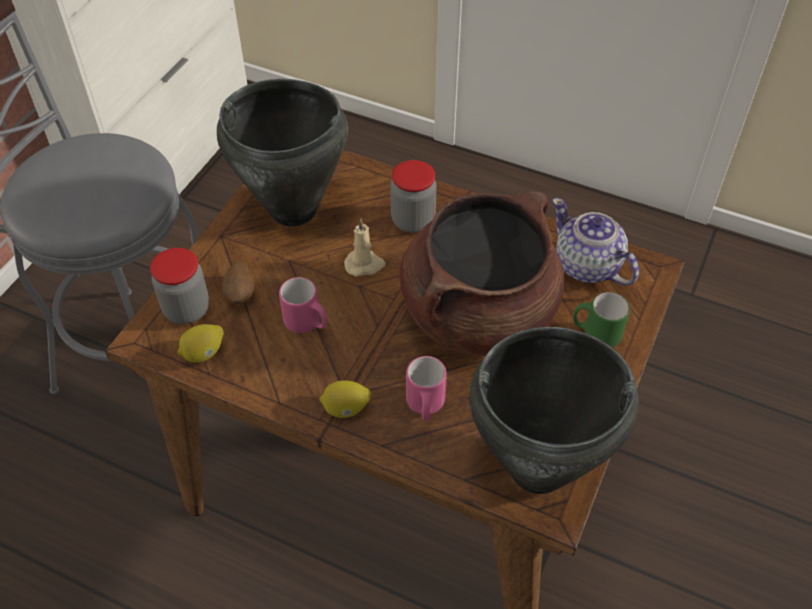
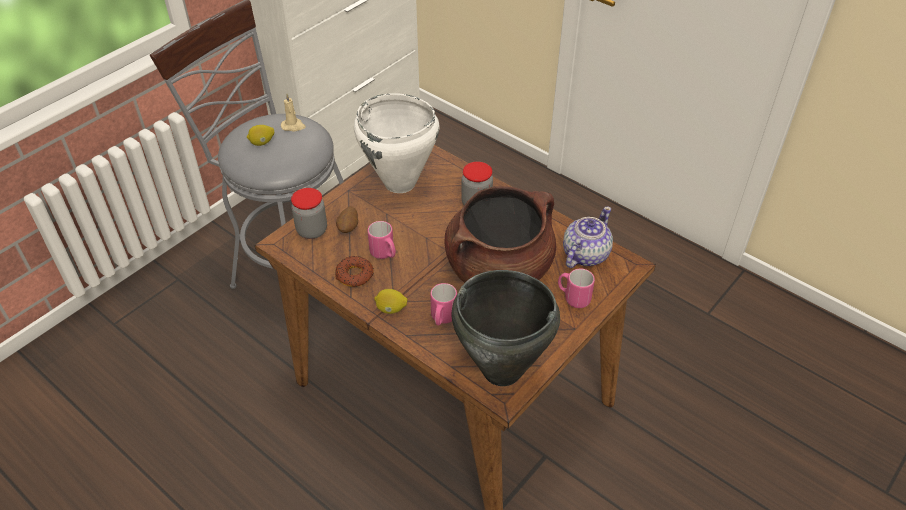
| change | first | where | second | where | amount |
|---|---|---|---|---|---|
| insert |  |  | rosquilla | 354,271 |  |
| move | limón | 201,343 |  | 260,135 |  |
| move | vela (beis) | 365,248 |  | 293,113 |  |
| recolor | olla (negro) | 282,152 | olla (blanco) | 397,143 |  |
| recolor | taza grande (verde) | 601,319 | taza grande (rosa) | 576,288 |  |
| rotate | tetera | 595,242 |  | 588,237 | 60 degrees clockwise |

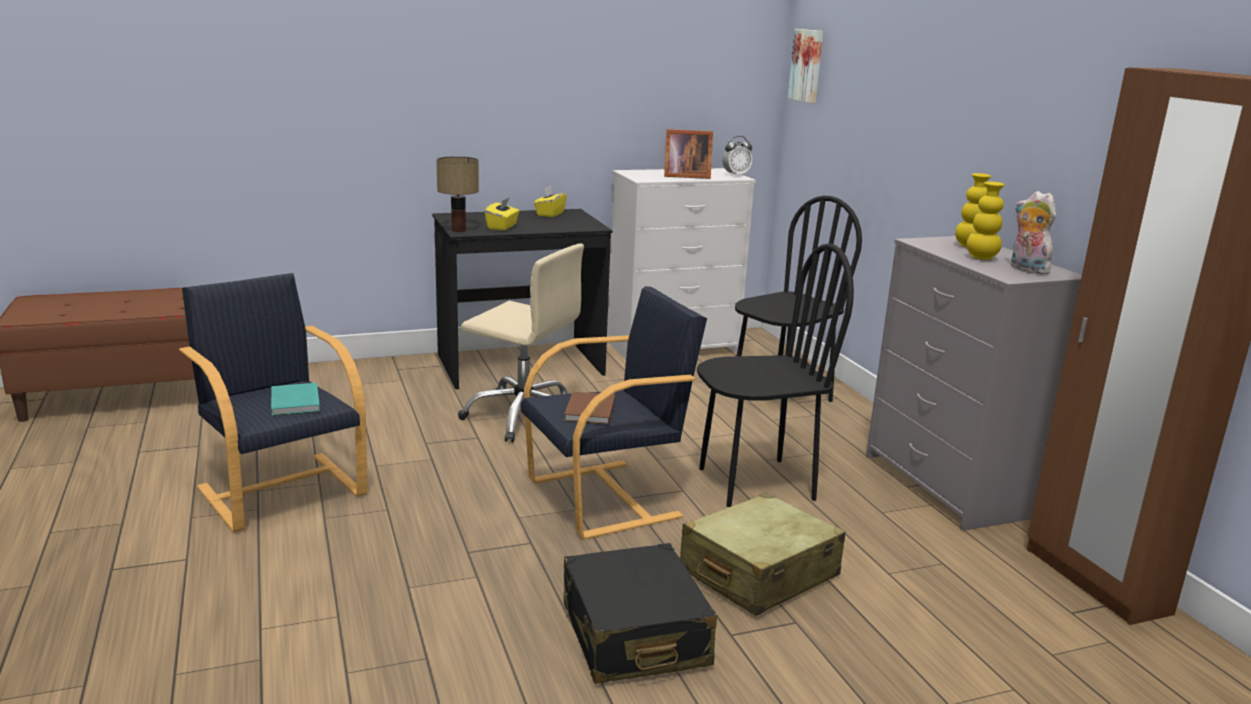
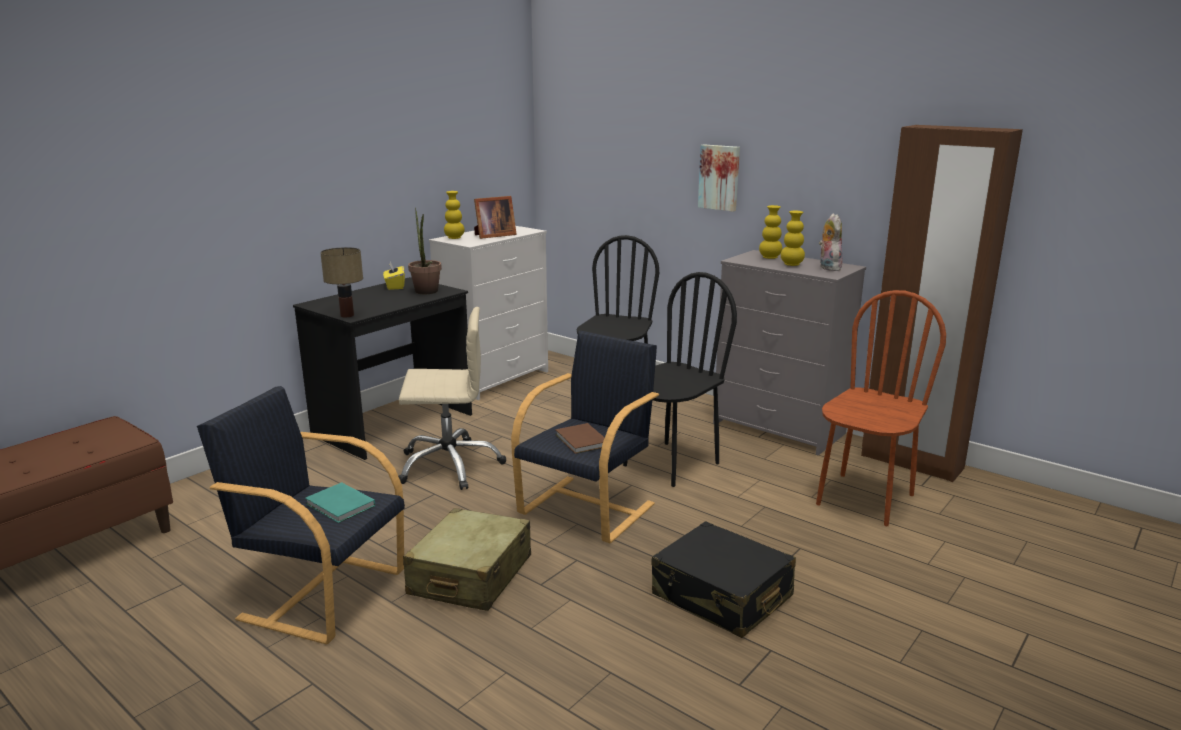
| change | first | where | second | where | amount |
|---|---|---|---|---|---|
| delete | caja de pañuelos (amarillo) | 502,214 |  |  |  |
| delete | despertador | 737,156 |  |  |  |
| insert |  |  | planta en maceta | 425,250 |  |
| insert |  |  | florero (amarillo) | 454,215 |  |
| insert |  |  | silla (marrón) | 881,408 |  |
| move | maleta (beis) | 763,554 |  | 467,559 |  |
| move | cuadro | 805,66 |  | 719,178 |  |
| rotate | peluche | 1033,232 |  | 831,242 | 60 degrees clockwise |

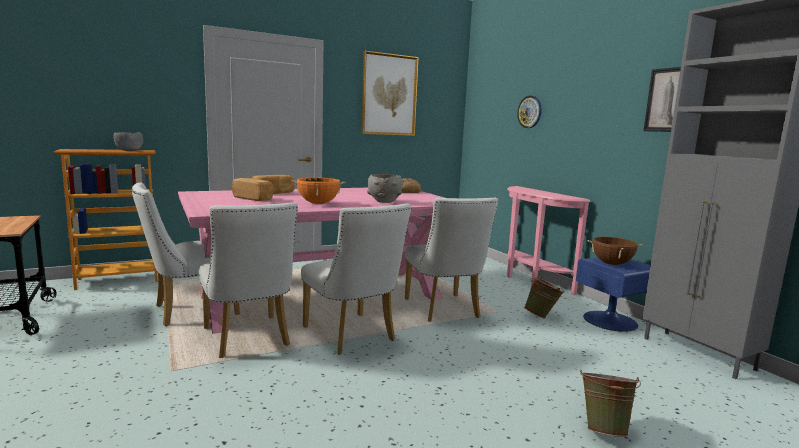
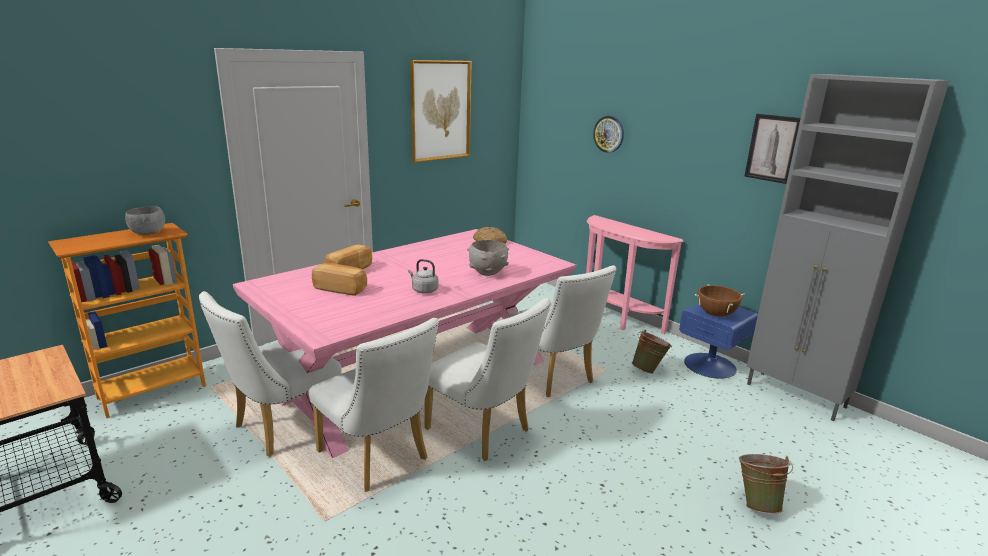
| change | first | where | second | where | amount |
|---|---|---|---|---|---|
| replace | olla (naranja) | 319,191 | hervidor (gris) | 423,276 |  |

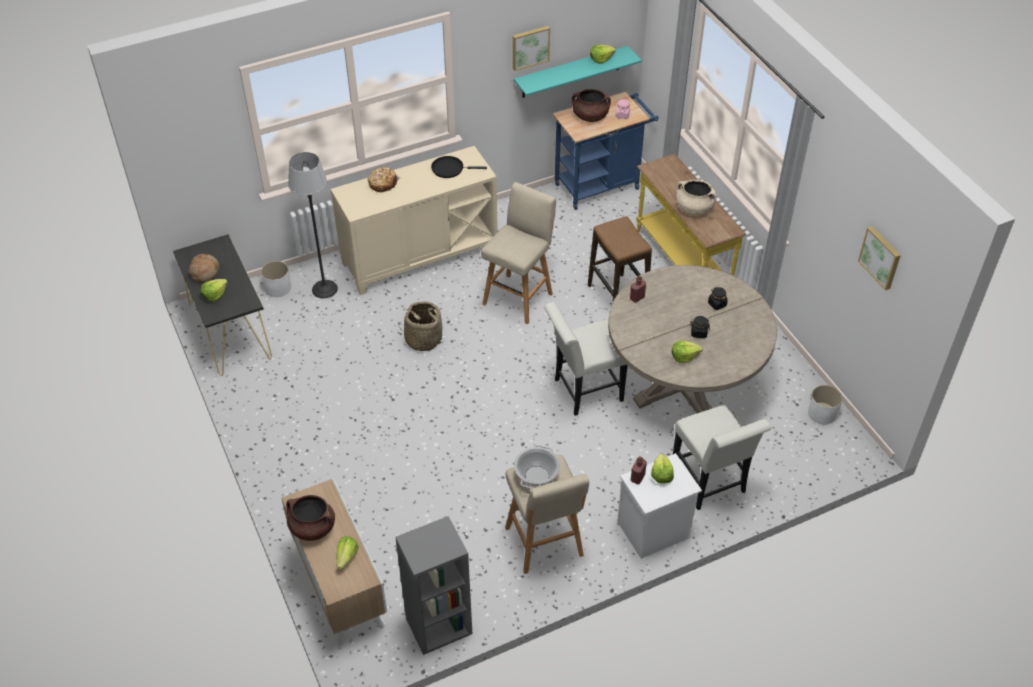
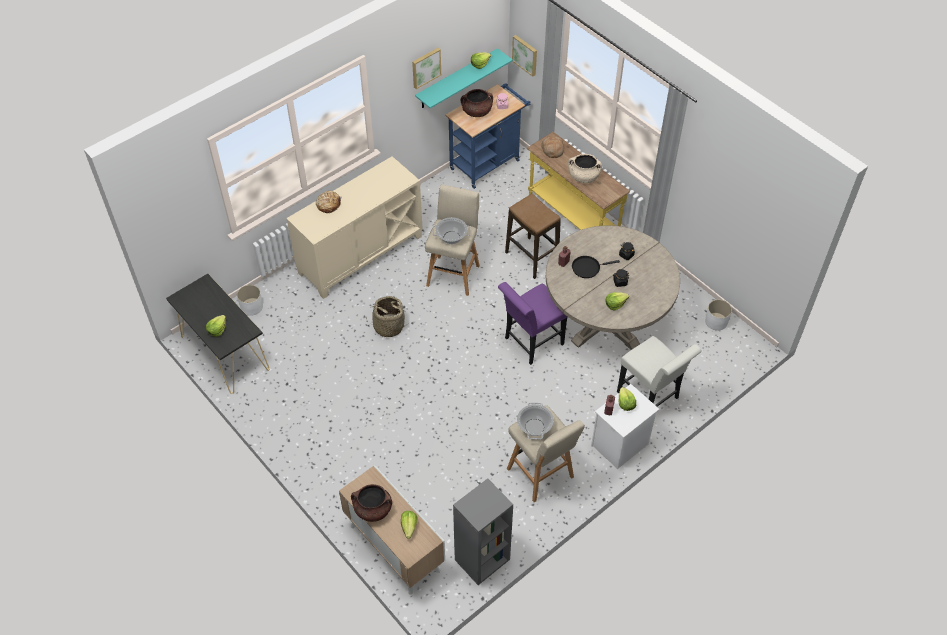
| change | first | where | second | where | amount |
|---|---|---|---|---|---|
| delete | lámpara de pie | 313,225 |  |  |  |
| insert |  |  | olla | 451,230 |  |
| move | pan | 204,268 |  | 552,147 |  |
| move | sartén (negro) | 459,167 |  | 596,267 |  |
| move | cuadro | 879,258 |  | 524,56 |  |
| recolor | silla (blanco) | 586,359 | silla (morado) | 532,323 |  |

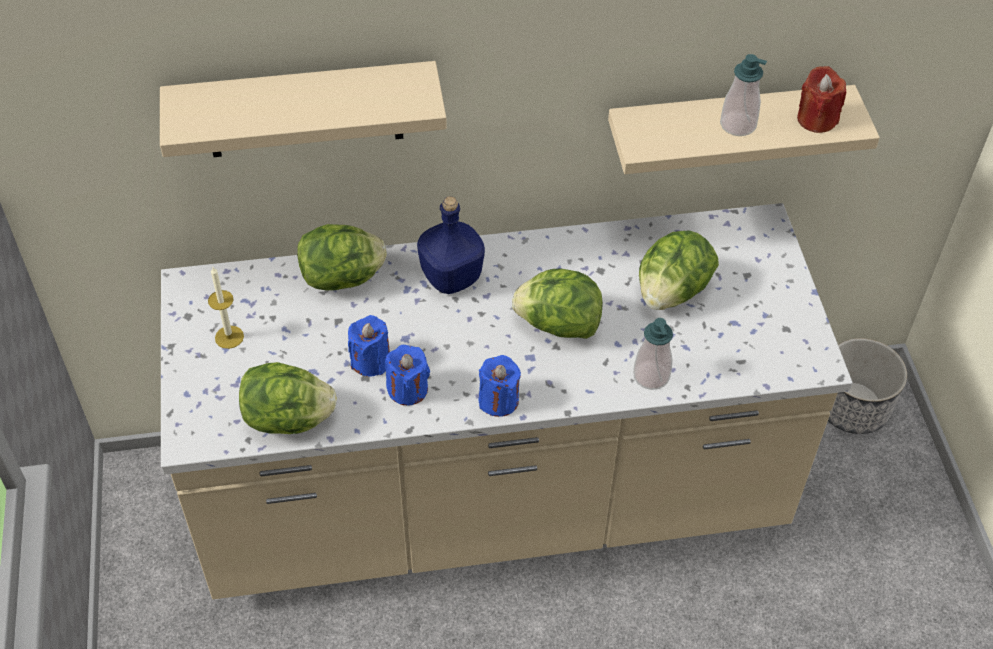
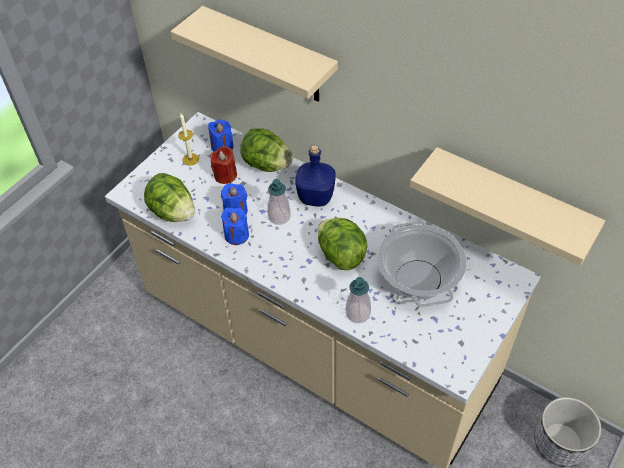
| change | first | where | second | where | amount |
|---|---|---|---|---|---|
| move | vela (azul) | 500,386 |  | 220,135 |  |
| move | dispensador de jabón | 743,95 |  | 279,202 |  |
| move | vela (rojo) | 821,99 |  | 223,165 |  |
| replace | lechuga | 679,270 | olla | 422,264 |  |

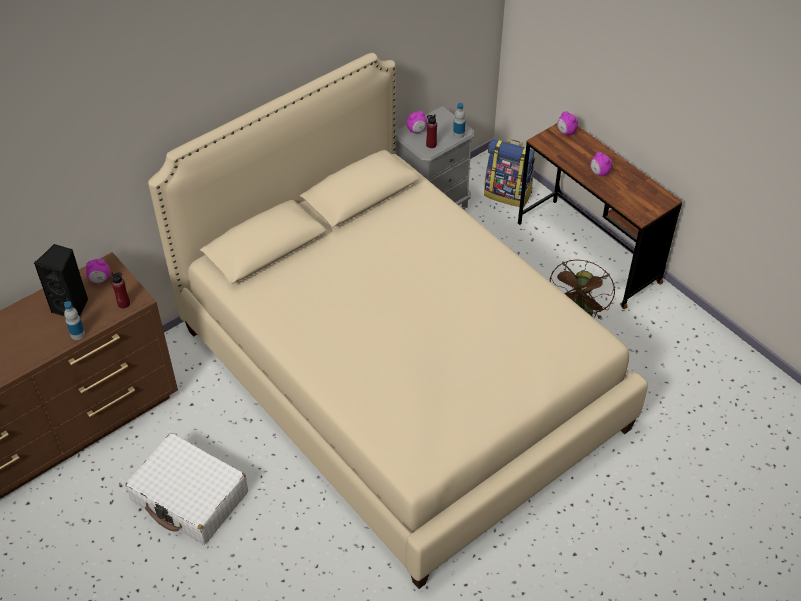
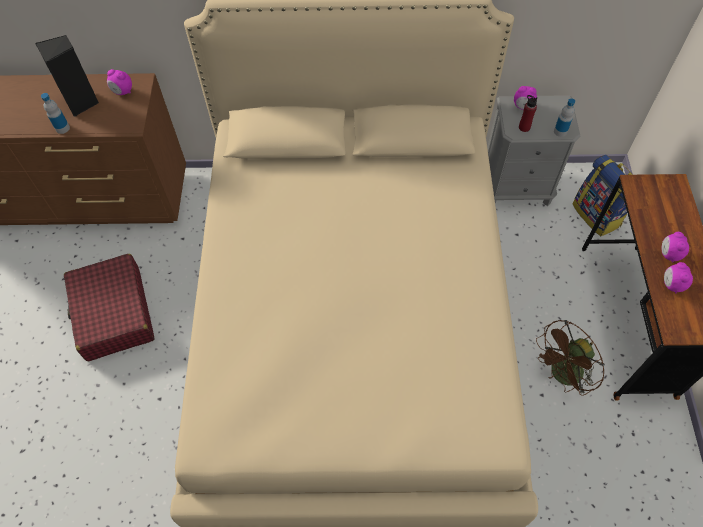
| change | first | where | second | where | amount |
|---|---|---|---|---|---|
| delete | botella (rojo) | 121,290 |  |  |  |
| move | despertador | 567,123 |  | 678,277 |  |
| recolor | maleta (blanco) | 186,489 | maleta (rojo) | 109,307 |  |

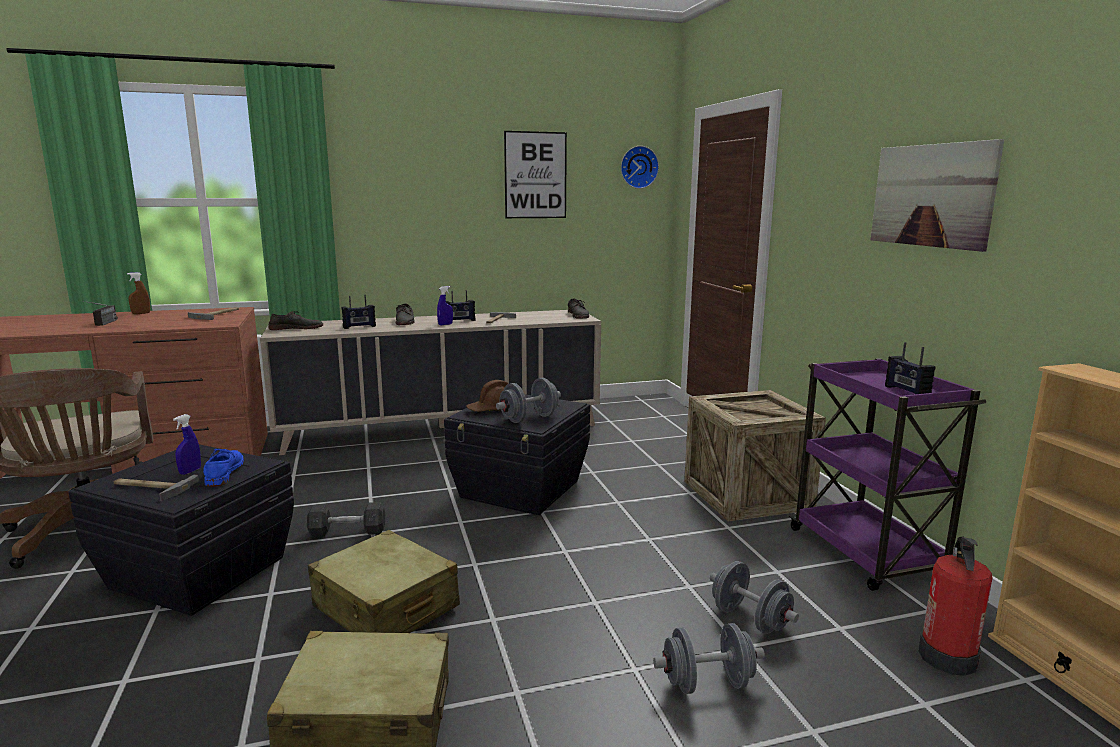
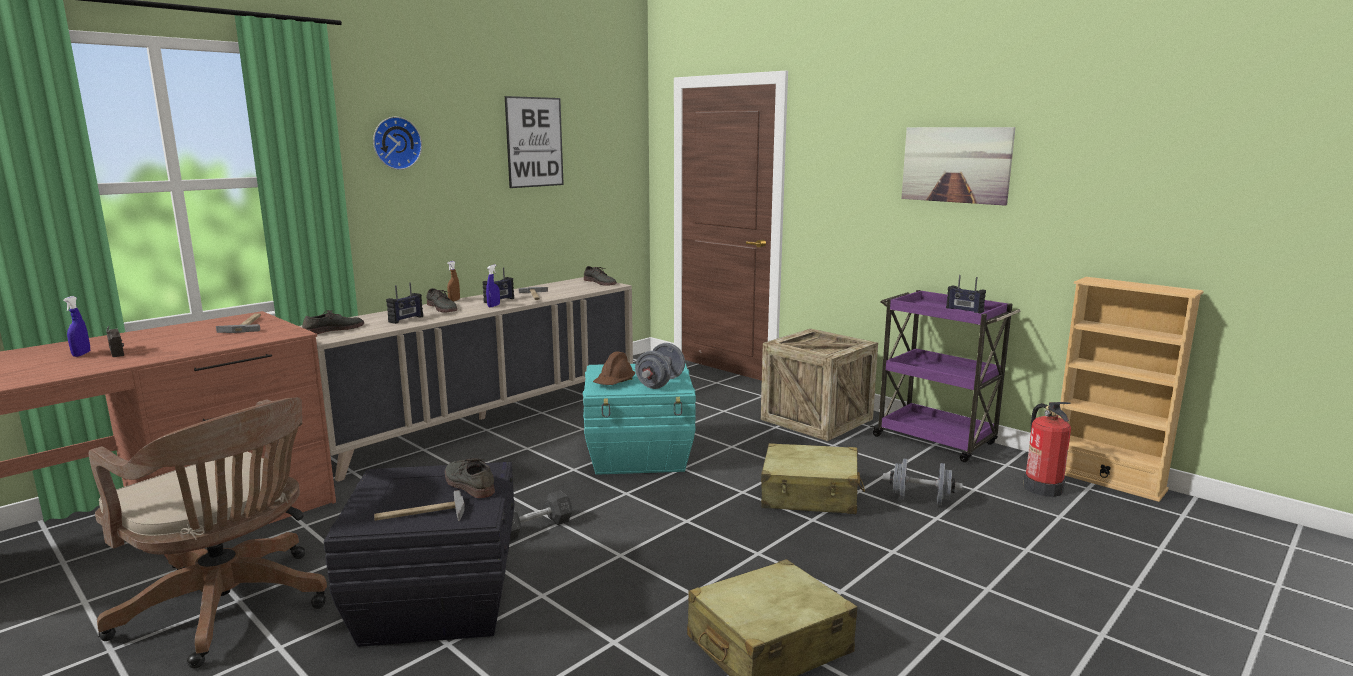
| change | first | where | second | where | amount |
|---|---|---|---|---|---|
| delete | mancuerna (gris) | 709,658 |  |  |  |
| move | pulverizador (marrón) | 138,293 |  | 453,281 |  |
| move | pulverizador (azul) | 187,444 |  | 76,326 |  |
| move | maleta (beis) | 384,581 |  | 813,478 |  |
| move | reloj de pared | 640,167 |  | 397,143 |  |
| recolor | zapato (azul) | 223,468 | zapato (gris) | 470,478 |  |
| recolor | caja de almacenaje (negro) | 517,454 | caja de almacenaje (turquesa) | 639,419 |  |

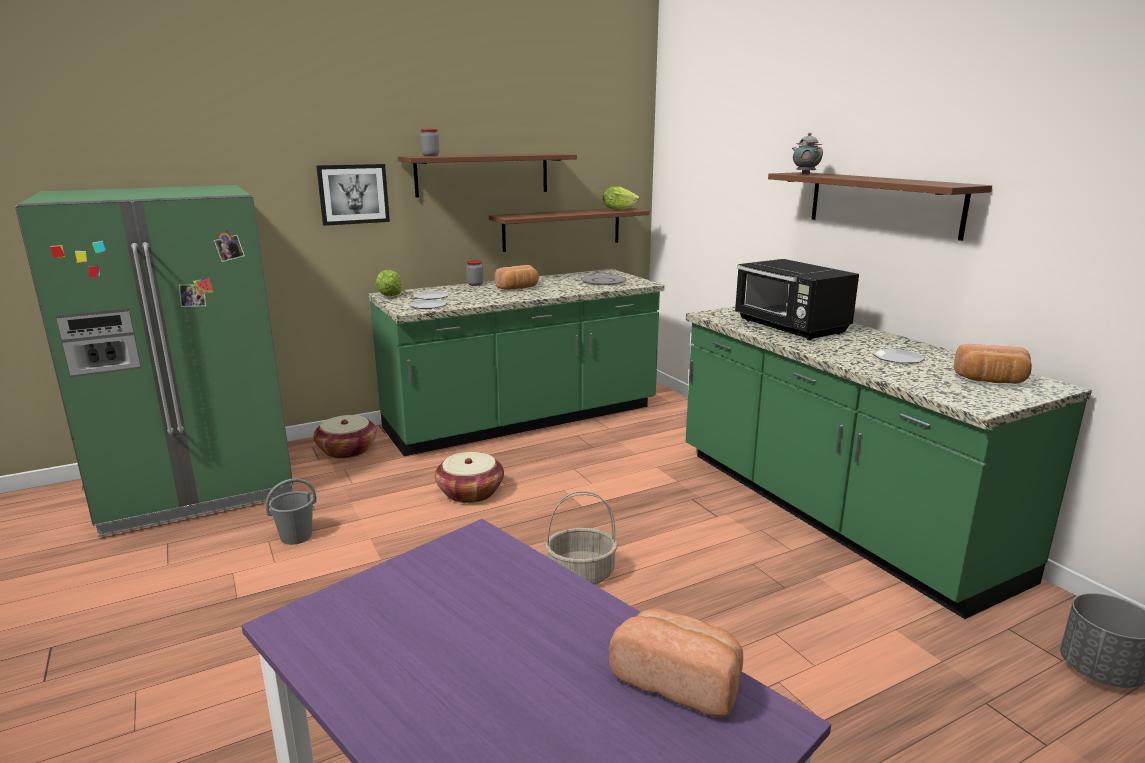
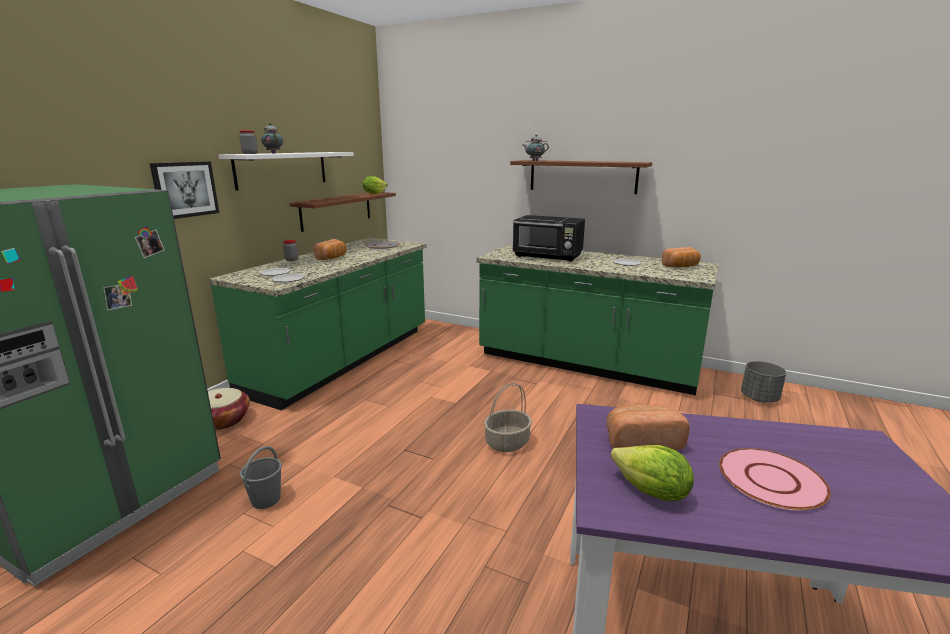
| change | first | where | second | where | amount |
|---|---|---|---|---|---|
| delete | cesta | 469,477 |  |  |  |
| insert |  |  | tetera | 272,138 |  |
| insert |  |  | plato (rosa) | 775,479 |  |
| move | lechuga | 389,283 |  | 652,473 |  |
| move | pan | 676,663 |  | 648,427 |  |
| recolor | estante (marrón) | 487,175 | estante (blanco) | 286,171 |  |

